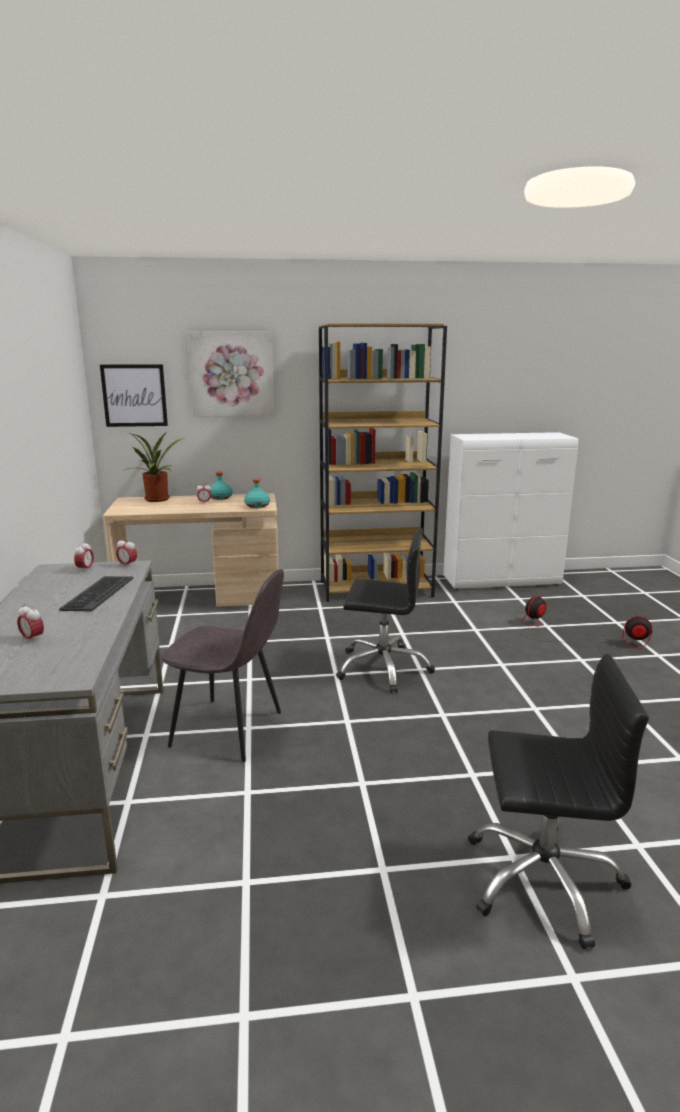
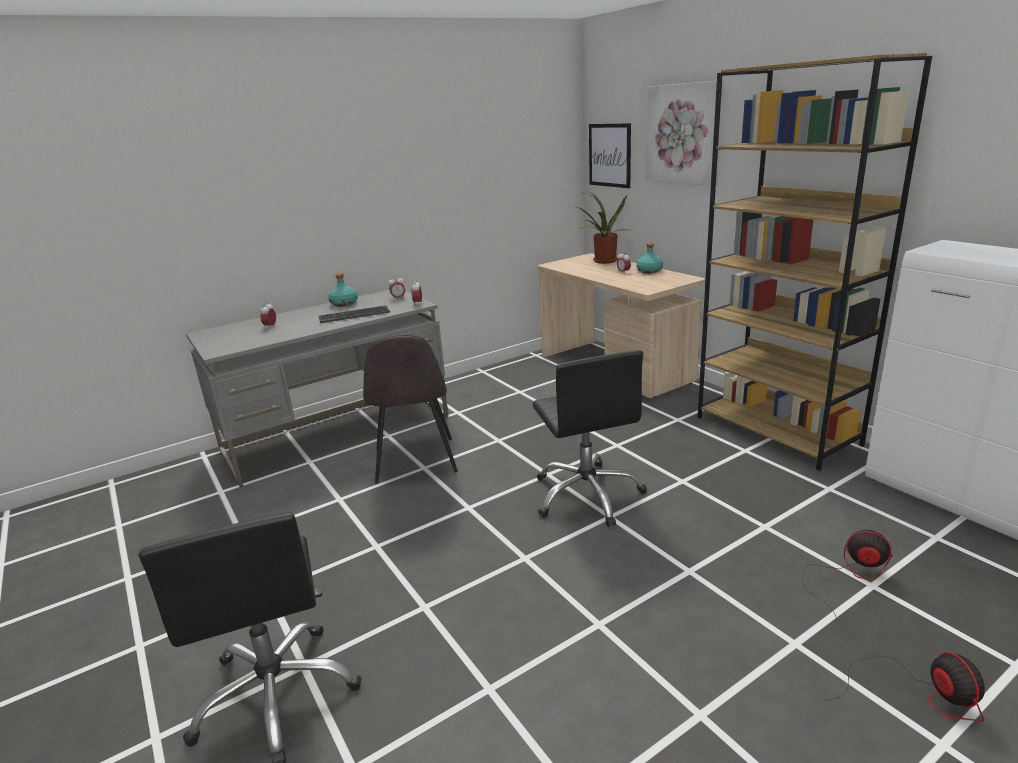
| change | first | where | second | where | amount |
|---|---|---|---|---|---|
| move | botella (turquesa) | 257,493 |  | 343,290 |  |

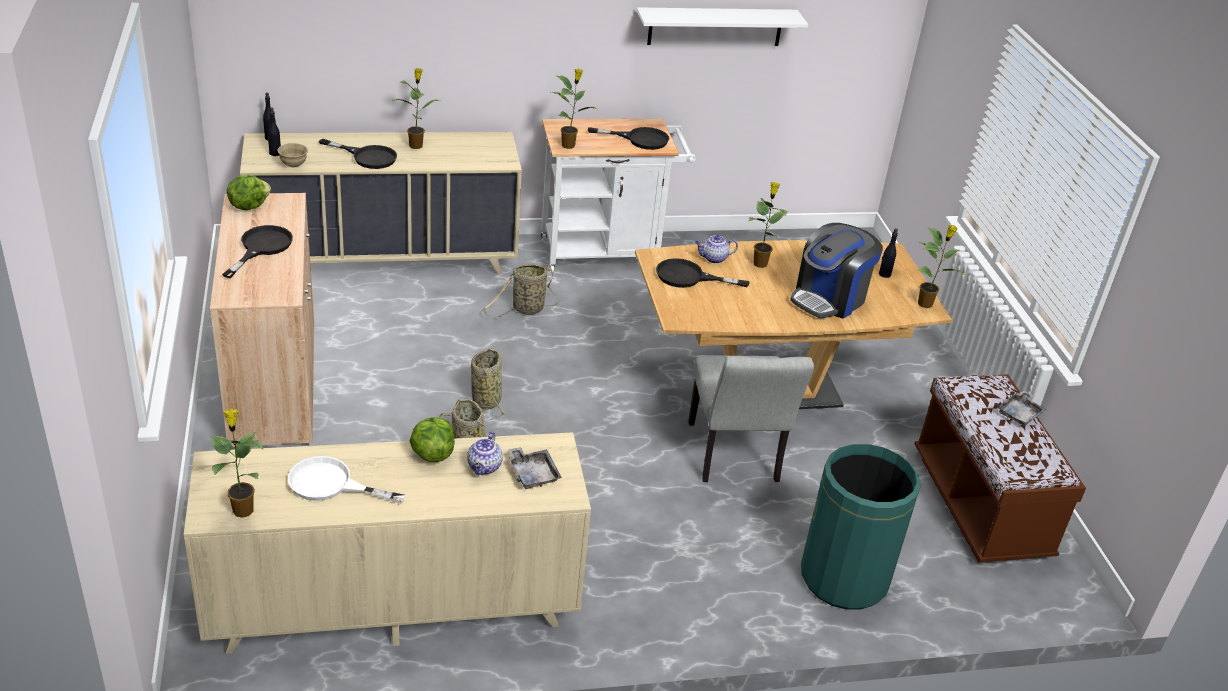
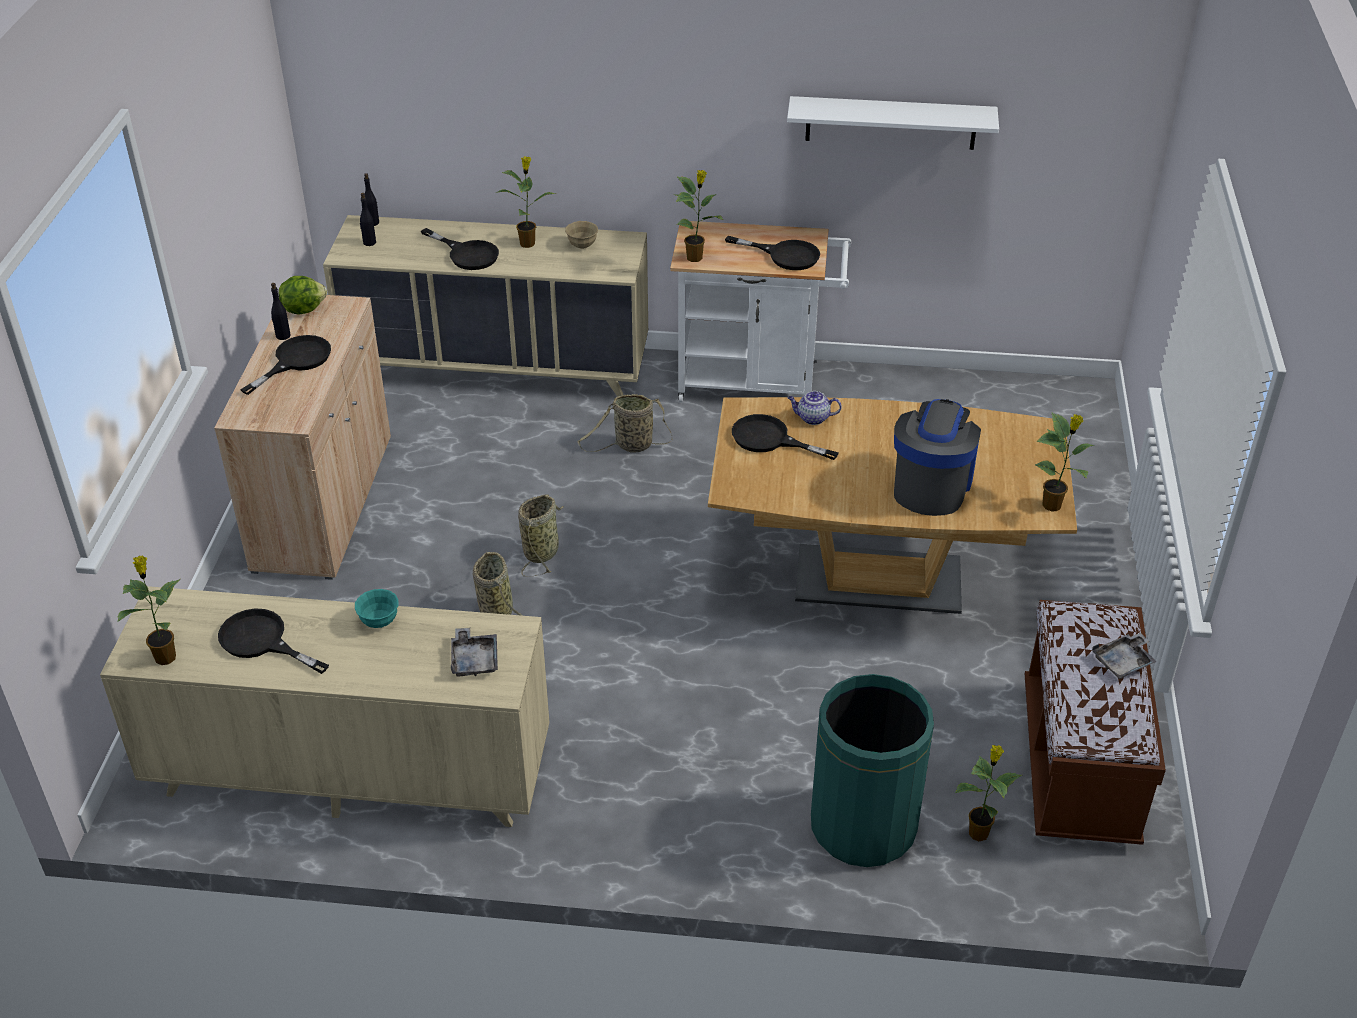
| change | first | where | second | where | amount |
|---|---|---|---|---|---|
| delete | tetera | 485,453 |  |  |  |
| delete | silla (gris) | 751,418 |  |  |  |
| move | cuenco (beis) | 292,155 |  | 581,235 |  |
| move | planta en maceta | 768,225 |  | 988,793 |  |
| move | botella (negro) | 888,253 |  | 281,311 |  |
| replace | lechuga | 432,439 | cuenco (turquesa) | 376,608 |  |
| recolor | sartén (blanco) | 347,480 | sartén (negro) | 273,641 |  |
| rotate | cafetera | 836,271 |  | 937,457 | 135 degrees clockwise |

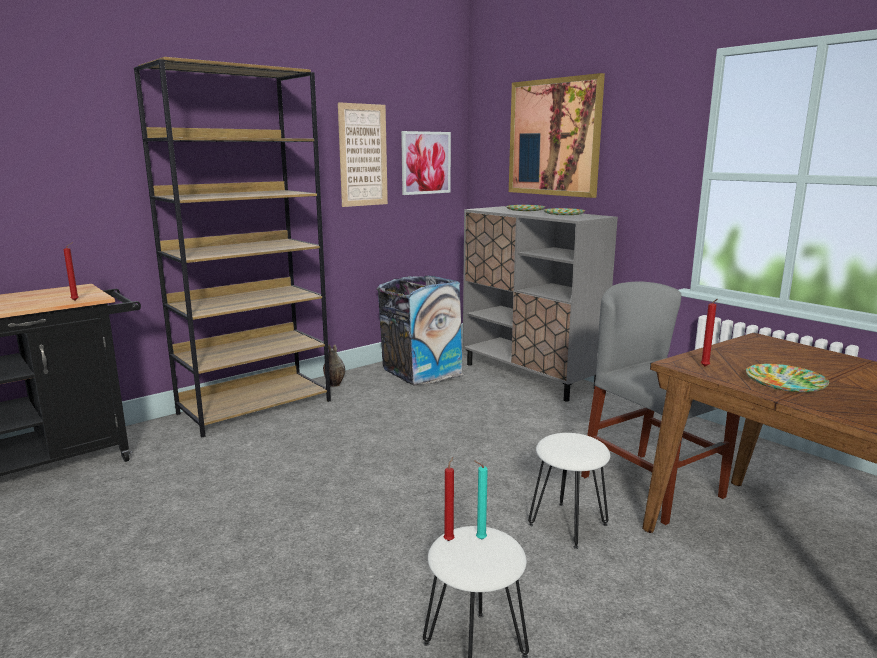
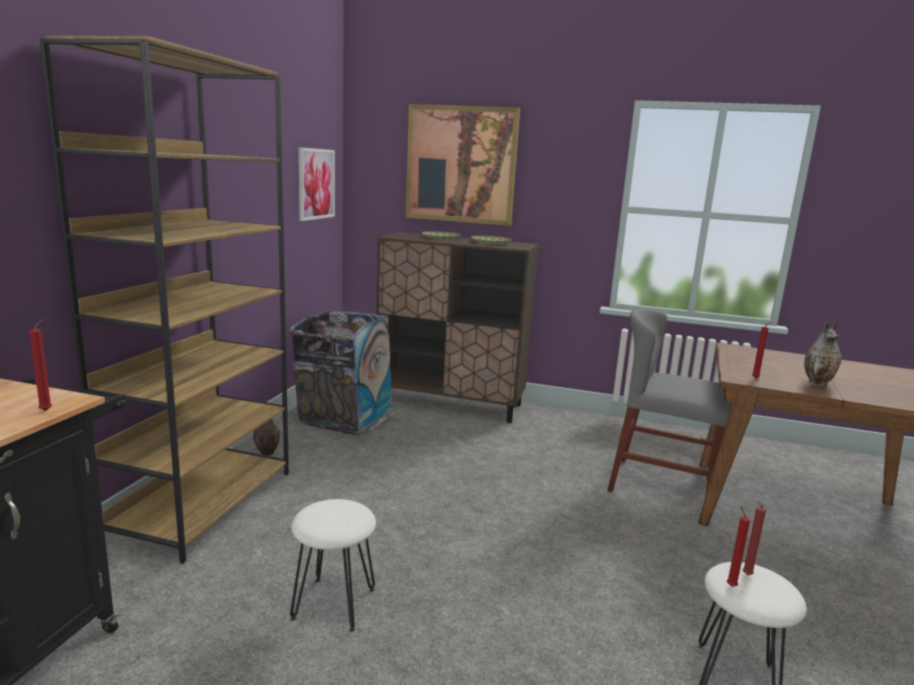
| change | first | where | second | where | amount |
|---|---|---|---|---|---|
| delete | cuadro | 363,154 |  |  |  |
| move | taburete (blanco) | 569,491 |  | 333,565 |  |
| replace | plato | 787,378 | florero | 823,353 |  |
| recolor | armario (gris) | 540,303 | armario (marrón) | 457,327 |  |
| recolor | vela (turquesa) | 481,500 | vela (rojo) | 754,539 |  |

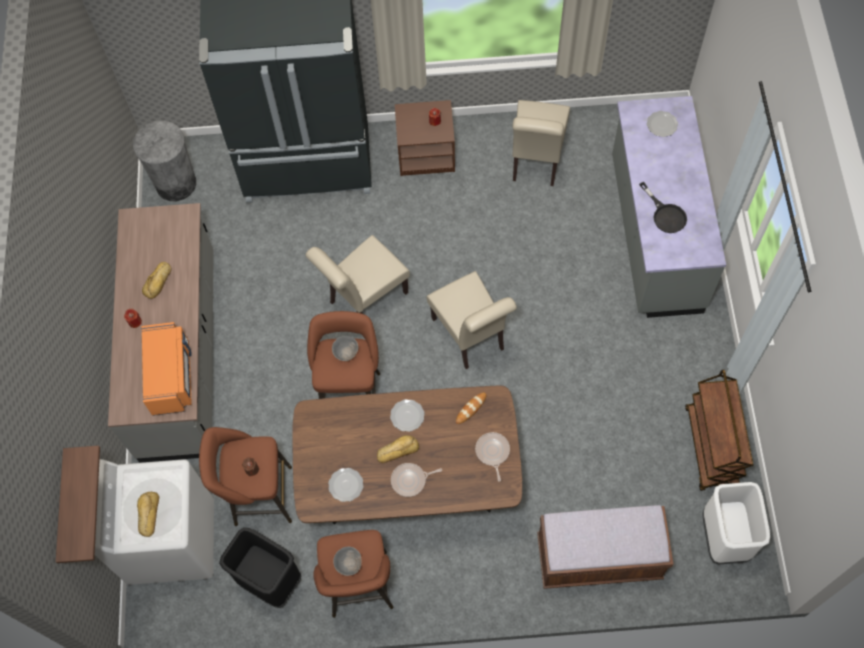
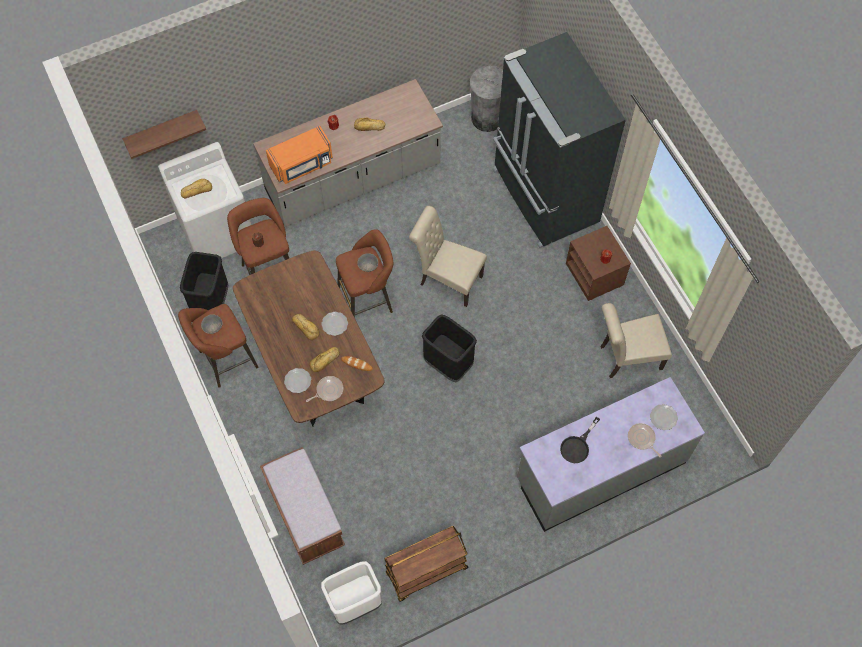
| change | first | where | second | where | amount |
|---|---|---|---|---|---|
| insert |  |  | pan | 324,359 |  |
| move | plato | 346,485 |  | 297,380 |  |
| move | sartén | 416,480 |  | 644,440 |  |
| replace | silla (beis) | 471,320 | papelera (negro) | 449,348 |  |

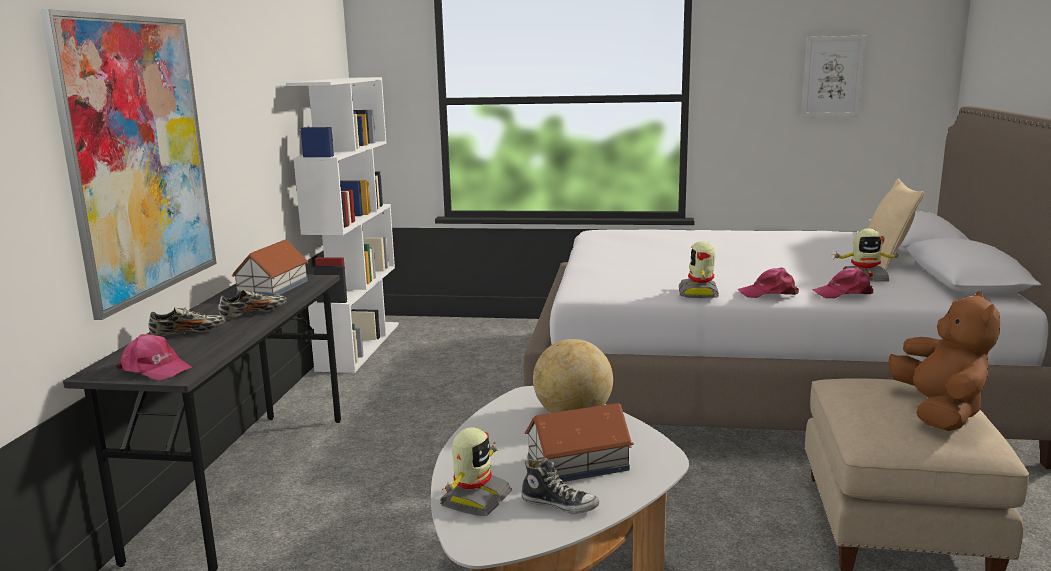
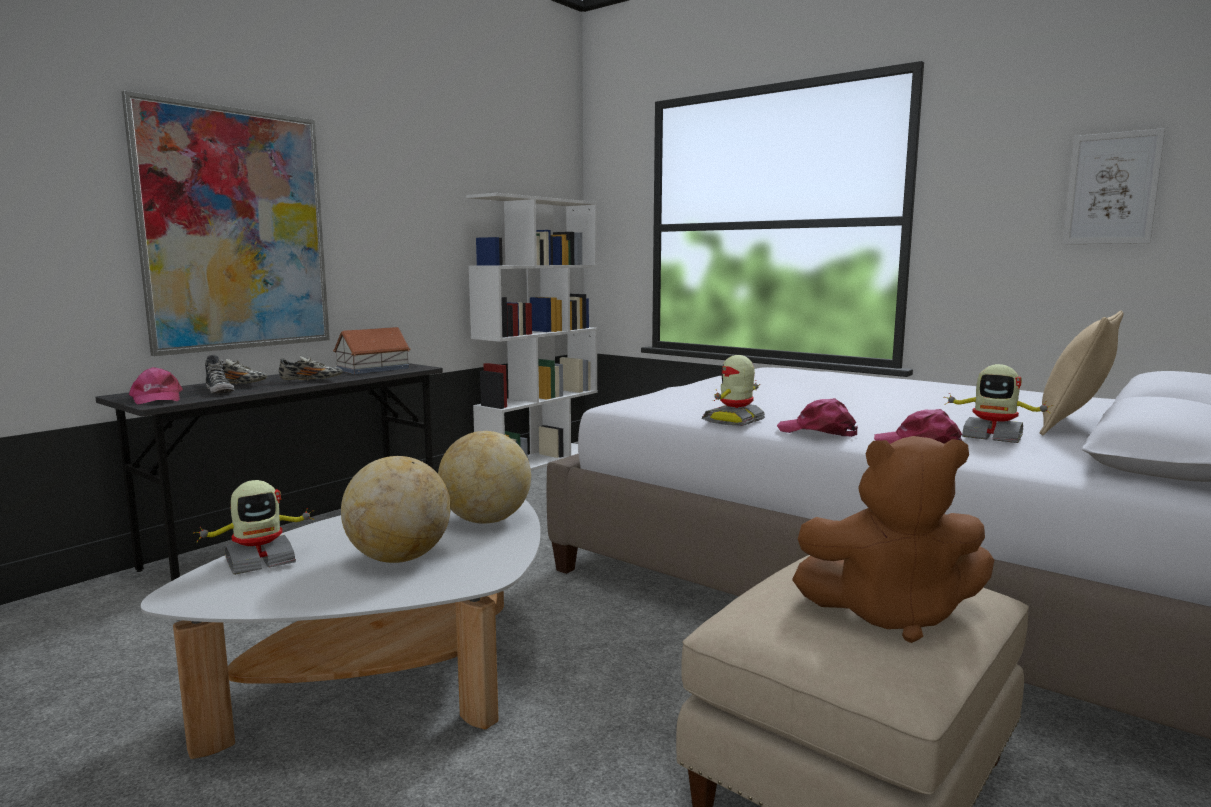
| change | first | where | second | where | amount |
|---|---|---|---|---|---|
| move | zapato | 560,486 |  | 220,374 |  |
| replace | casita | 579,442 | globo terráqueo | 396,509 |  |
| rotate | peluche (marrón) | 944,361 |  | 893,539 | 60 degrees clockwise |

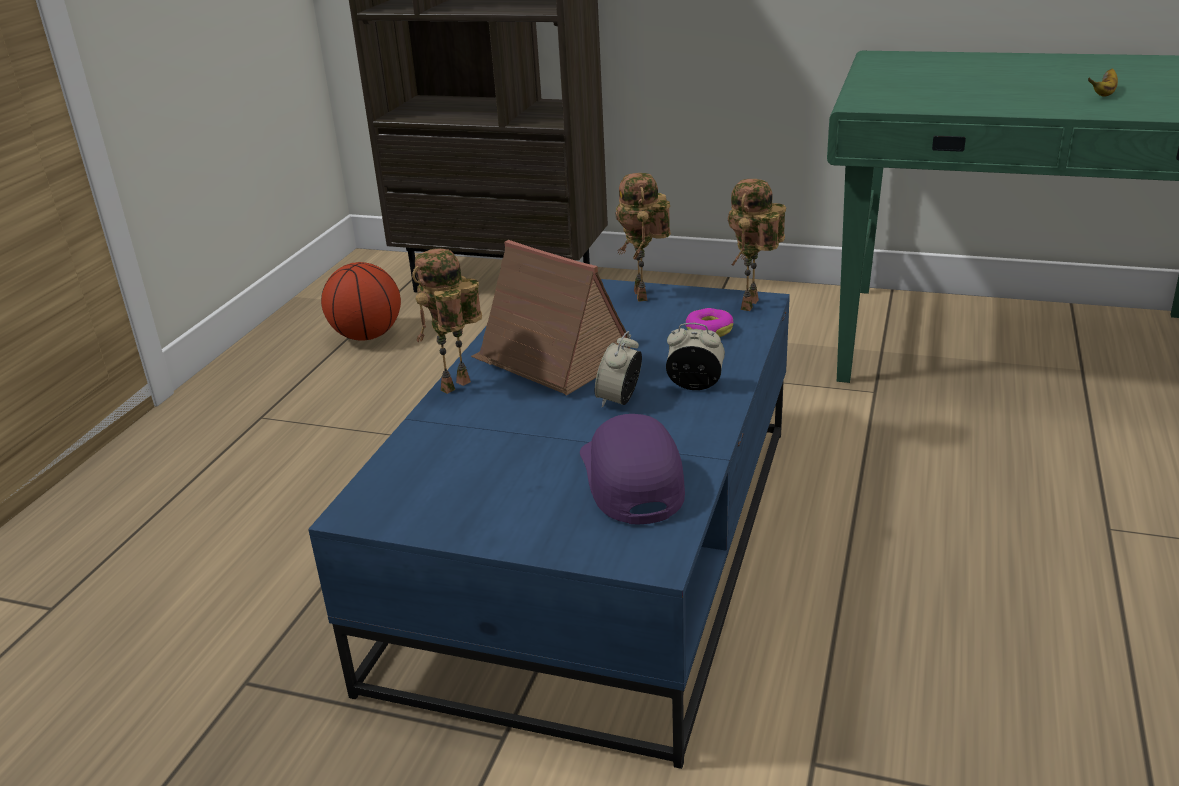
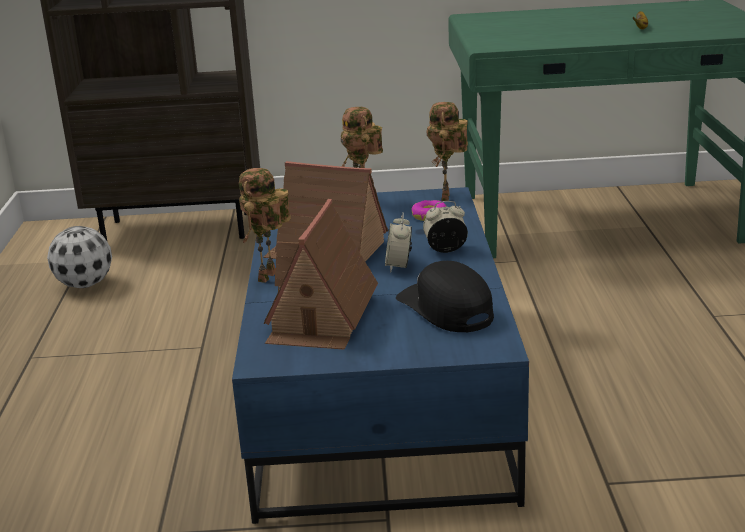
| change | first | where | second | where | amount |
|---|---|---|---|---|---|
| insert |  |  | casita | 321,274 |  |
| replace | balón de baloncesto | 361,301 | balón de fútbol | 79,257 |  |
| recolor | gorra (morado) | 632,469 | gorra (negro) | 445,296 |  |

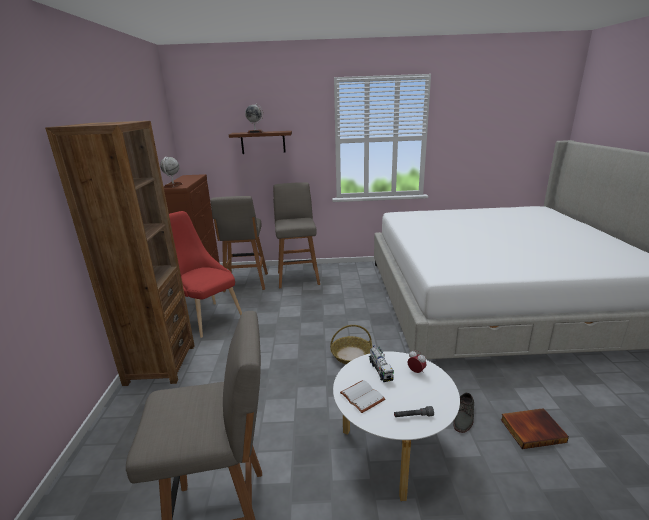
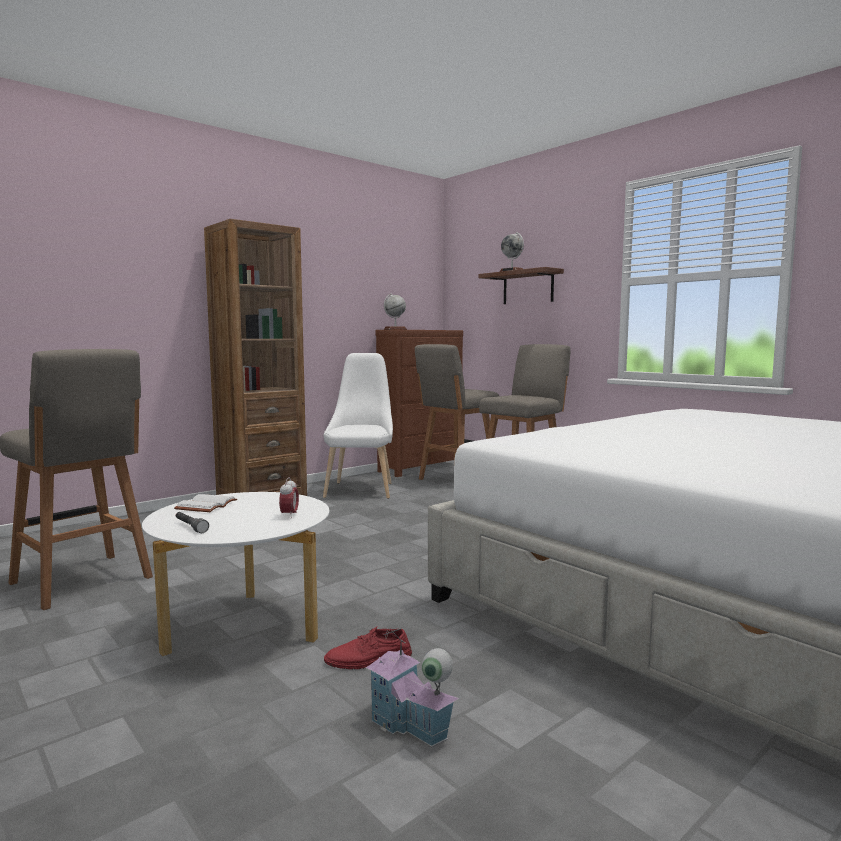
| change | first | where | second | where | amount |
|---|---|---|---|---|---|
| delete | cesta | 351,344 |  |  |  |
| delete | camión de juguete | 381,364 |  |  |  |
| replace | libro | 534,428 | casita | 412,687 |  |
| recolor | silla (rojo) | 205,274 | silla (blanco) | 358,426 |  |
| recolor | zapato (gris) | 463,413 | zapato (rojo) | 368,647 |  |

